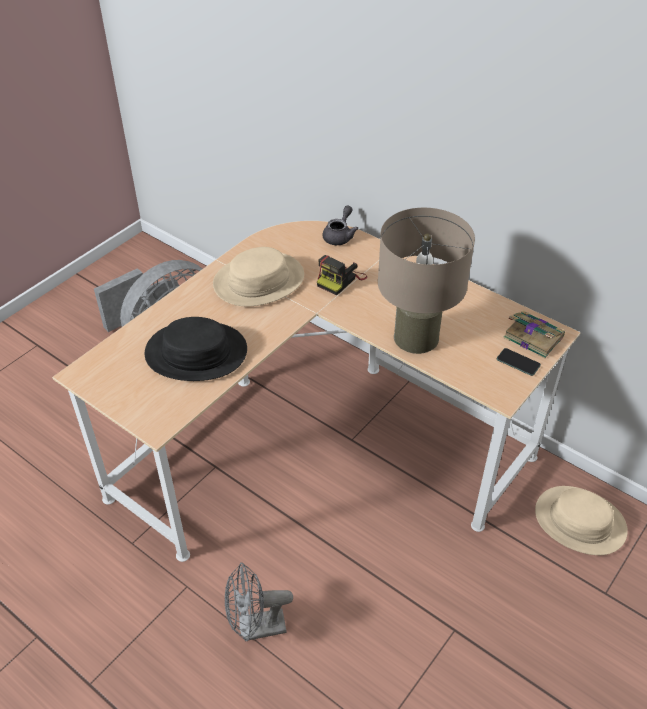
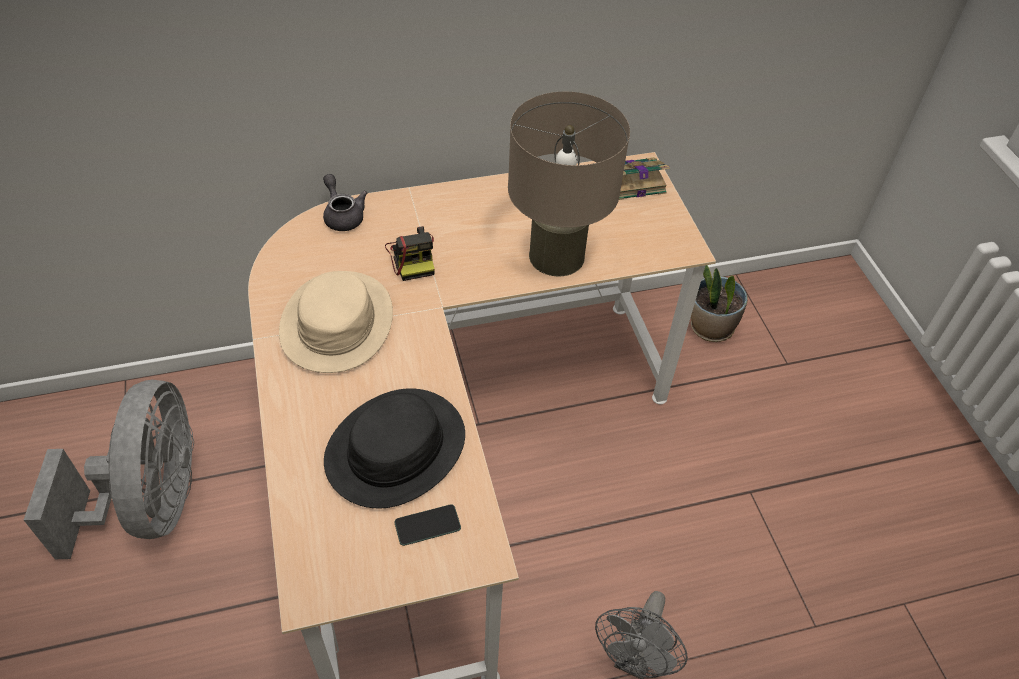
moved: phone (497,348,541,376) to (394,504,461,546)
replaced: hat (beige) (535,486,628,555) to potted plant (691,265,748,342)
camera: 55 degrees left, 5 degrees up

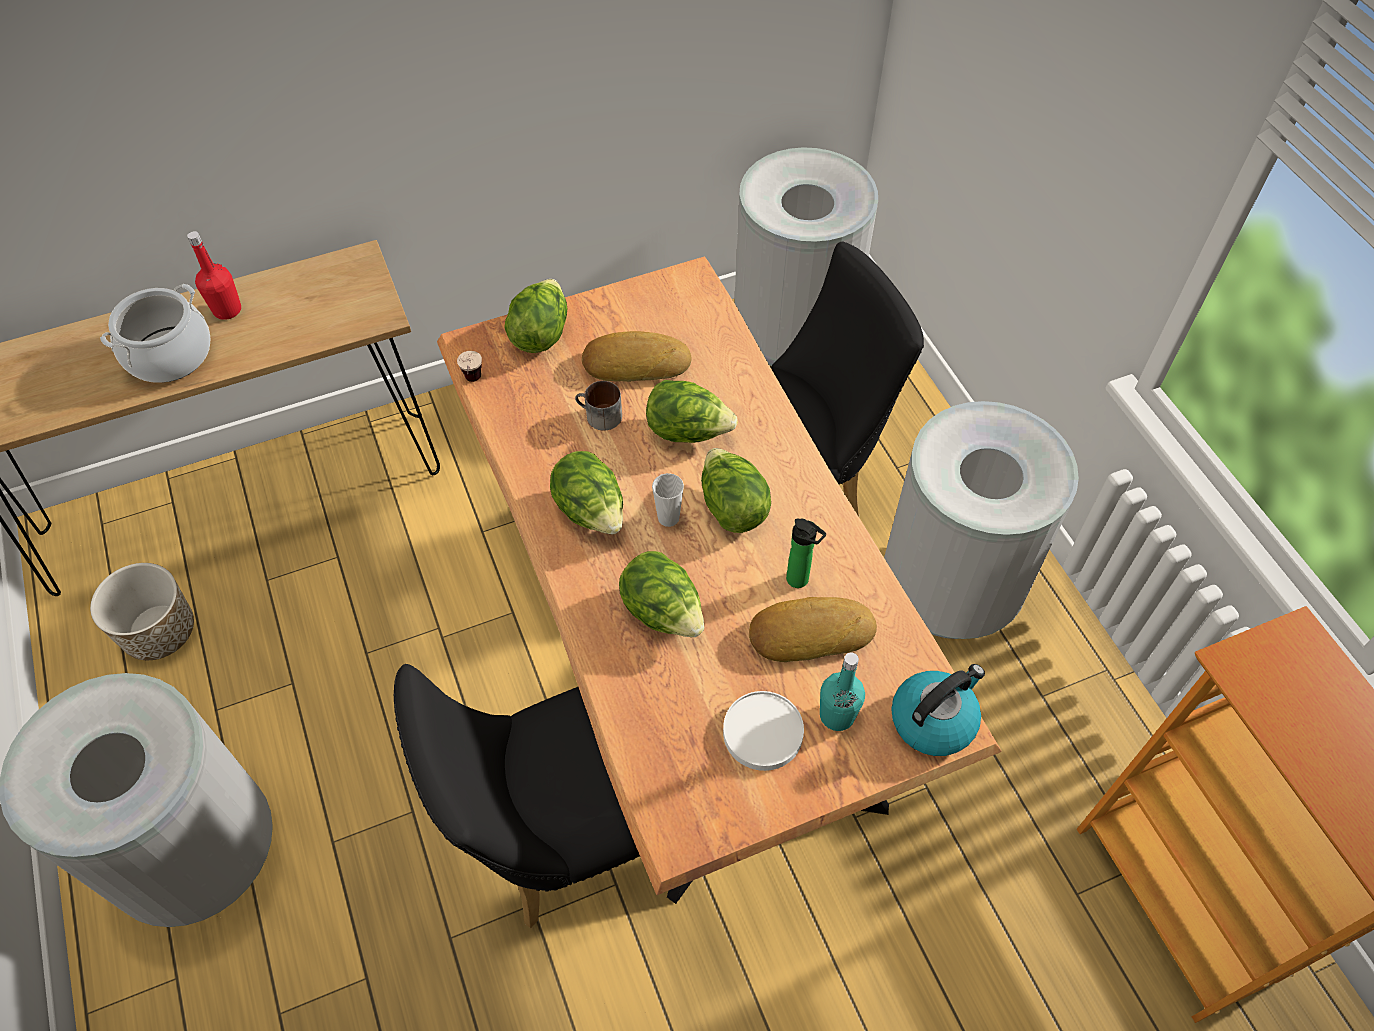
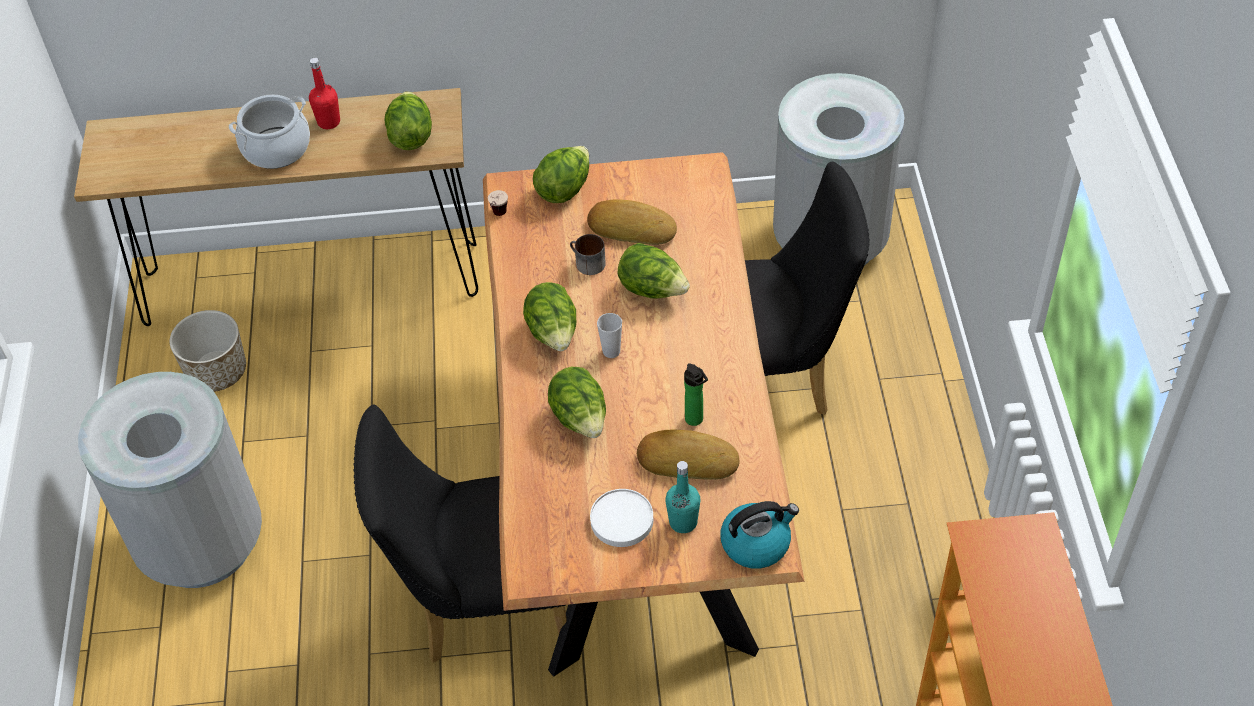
removed: trash can (grey) (884,401,1079,639)
moved: lettuce (701,448,771,533) to (384,91,432,150)
camera: 20 degrees right, 5 degrees down

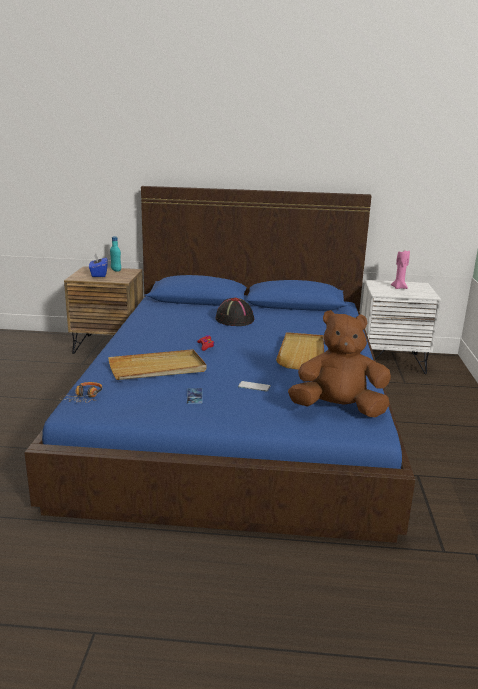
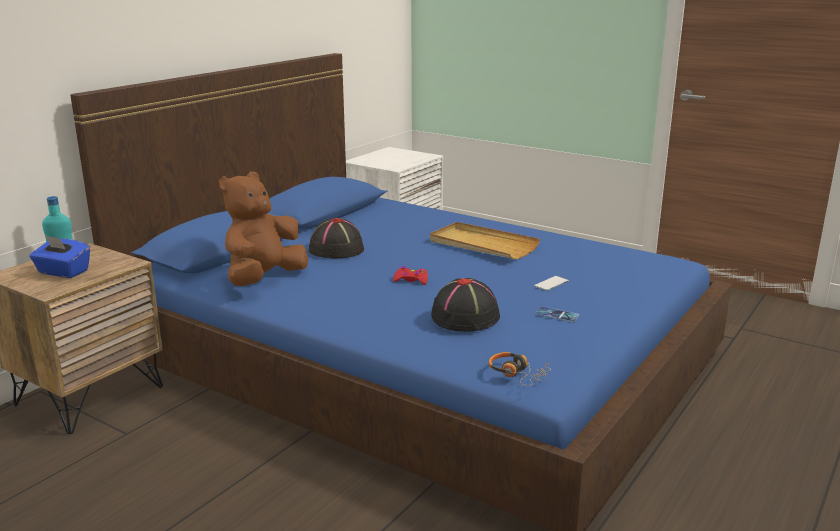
removed: candle (pink) (391,250,410,289)
moved: plush toy (brown) (288,310,391,418) to (219,172,308,286)
replaced: tray (beige) (108,349,207,380) to hat (black) (431,278,500,332)
camera: 60 degrees left, 0 degrees up

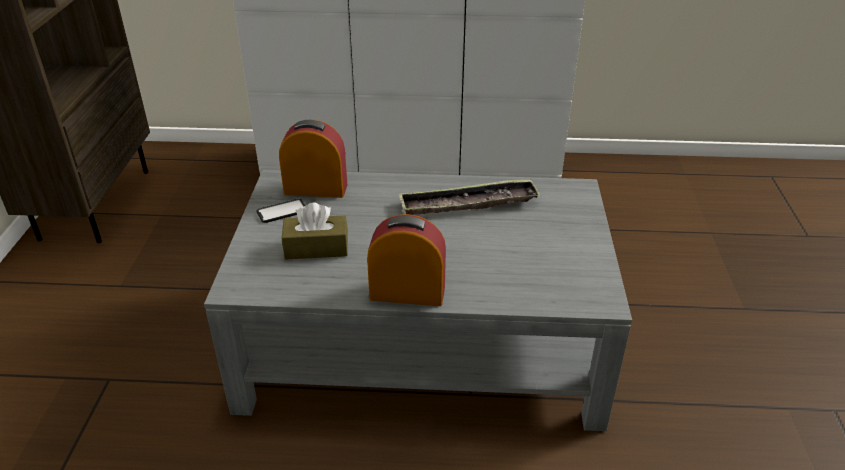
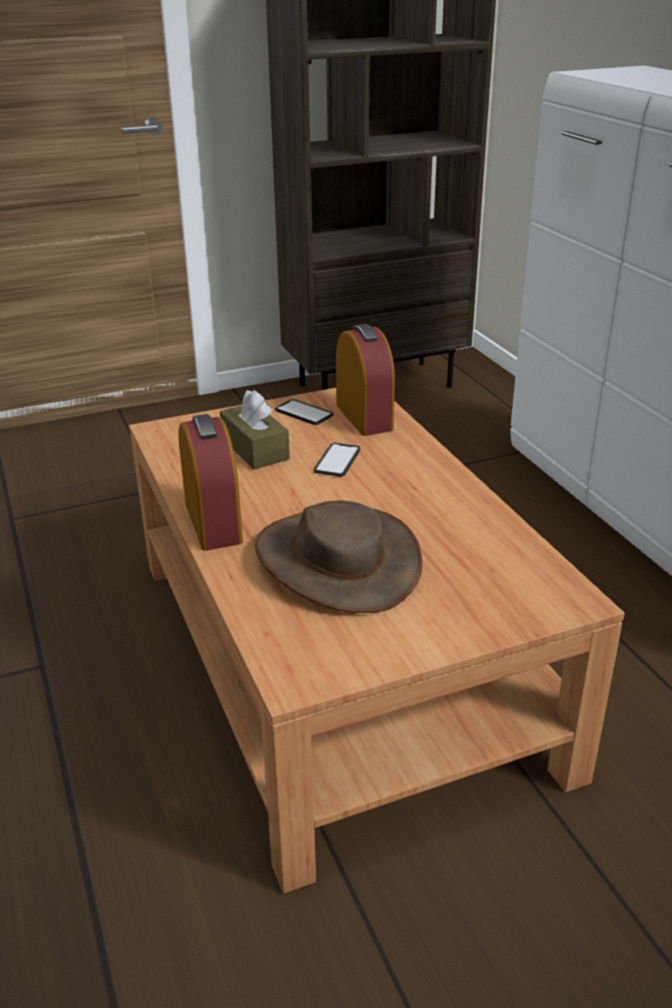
removed: tray (398,179,541,215)
added: phone (314,443,360,477); hat (brown) (255,500,422,613)
recoloured: coffee table (grey) (204,170,632,431) to coffee table (brown) (129,388,625,894)
camera: 65 degrees right, 5 degrees down

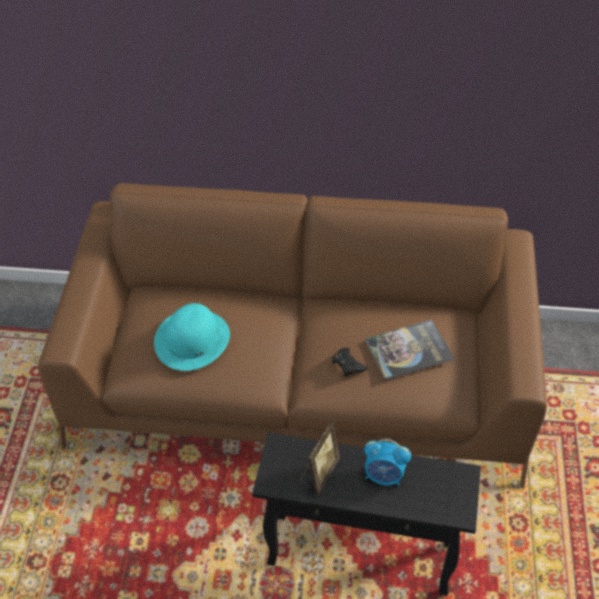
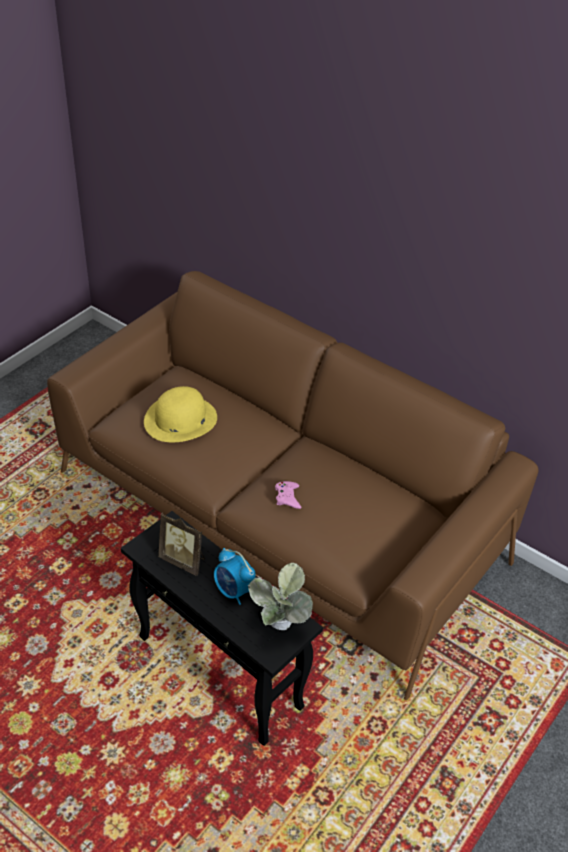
removed: book (365,319,454,380)
added: potted plant (248,563,313,630)
recoloured: hat (turquoise) (154,303,230,371) to hat (yellow) (144,386,217,442); game controller (black) (332,348,368,377) to game controller (pink) (275,481,301,509)
turned: picture frame (300,421,340,495) = (159,513,205,576) 60 degrees clockwise
camera: 30 degrees right, 5 degrees down

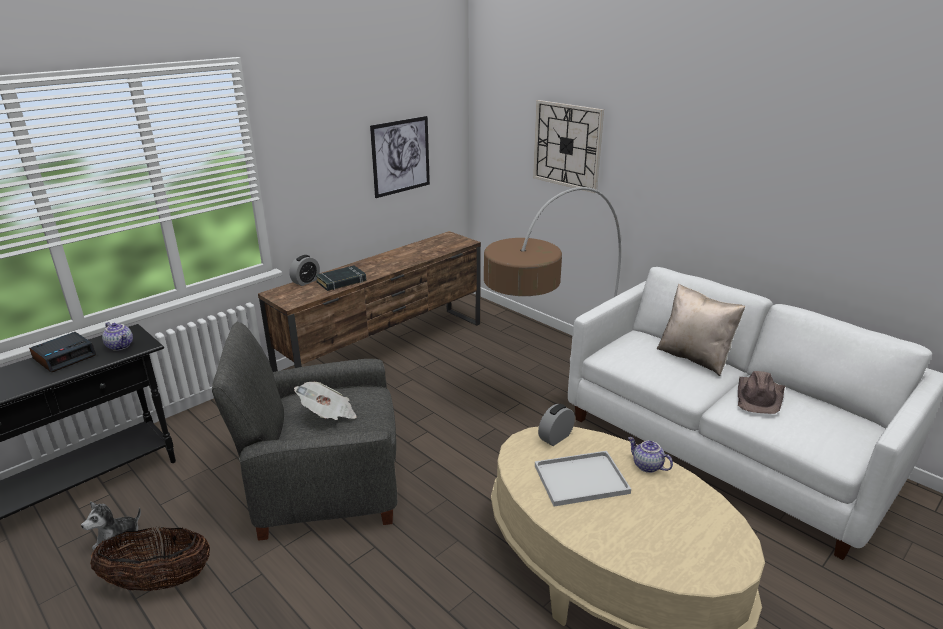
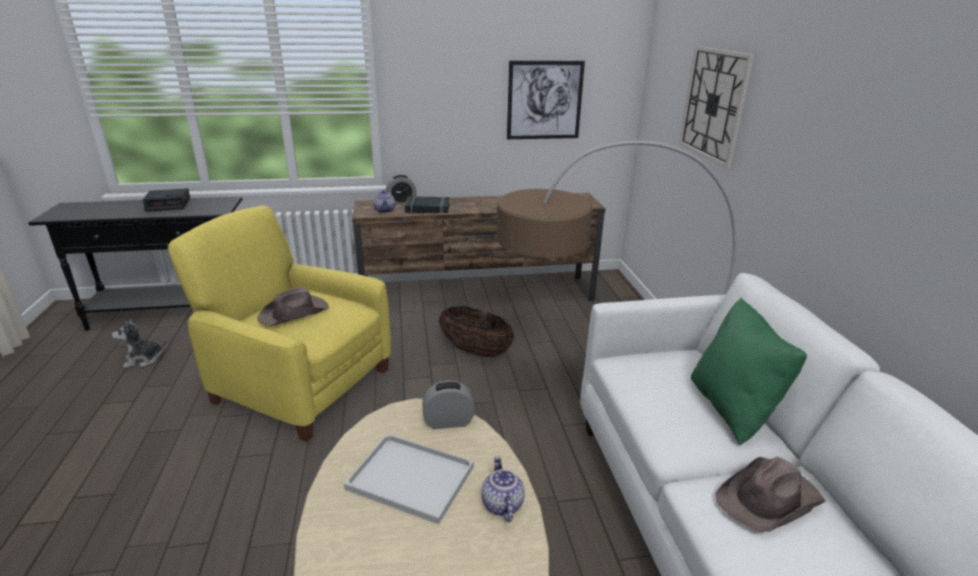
moved: teapot (102,322,133,351) to (373,190,395,213); basket (90,527,210,591) to (439,307,514,357)
replaced: newspaper (294,382,357,420) to hat (brown) (257,287,329,326)
recoloured: pillow (beige) (657,284,745,376) to pillow (green) (691,298,807,446); armchair (grey) (212,322,397,541) to armchair (yellow) (168,206,391,442)
camera: 35 degrees right, 0 degrees up

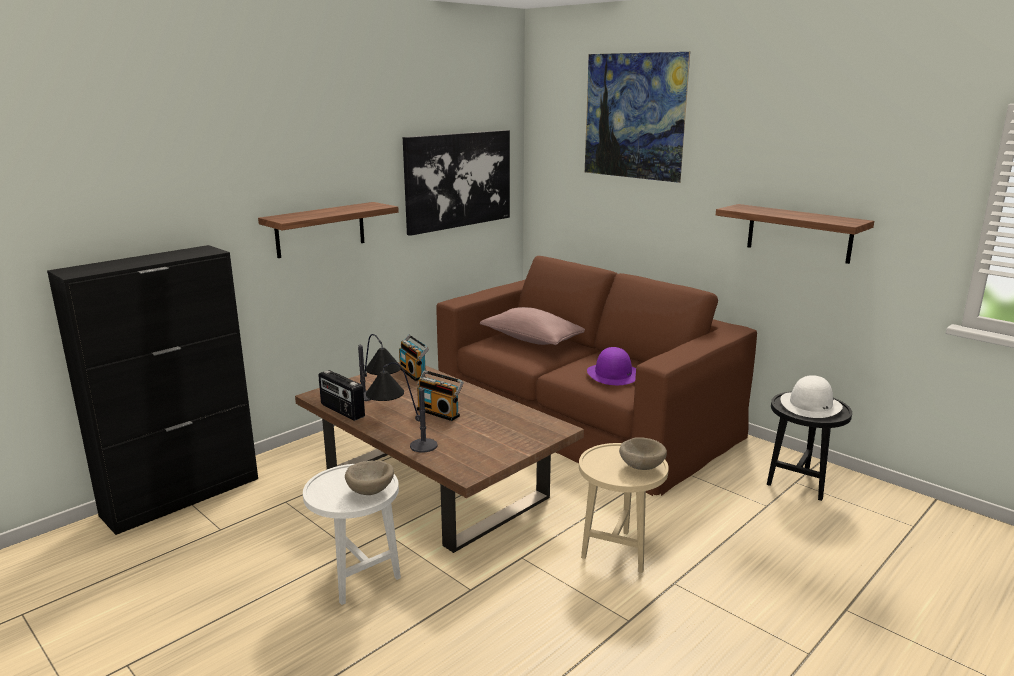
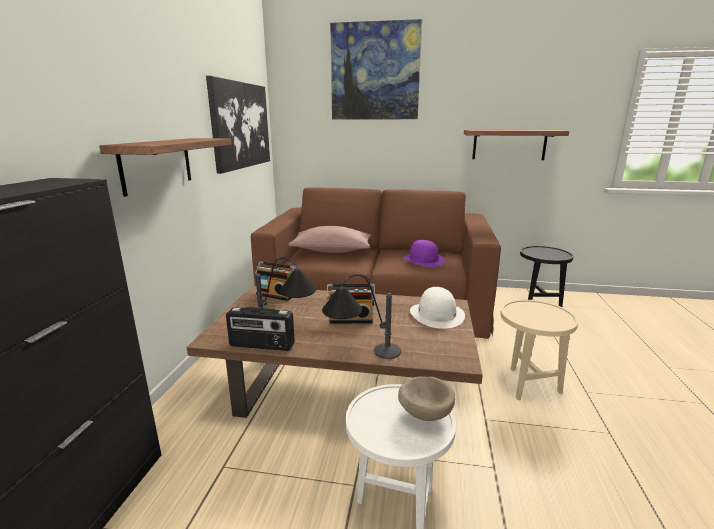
removed: bowl (beige) (619,437,667,470)
moved: hat (white) (781,375,843,418) to (410,287,465,329)
camera: 35 degrees left, 0 degrees up

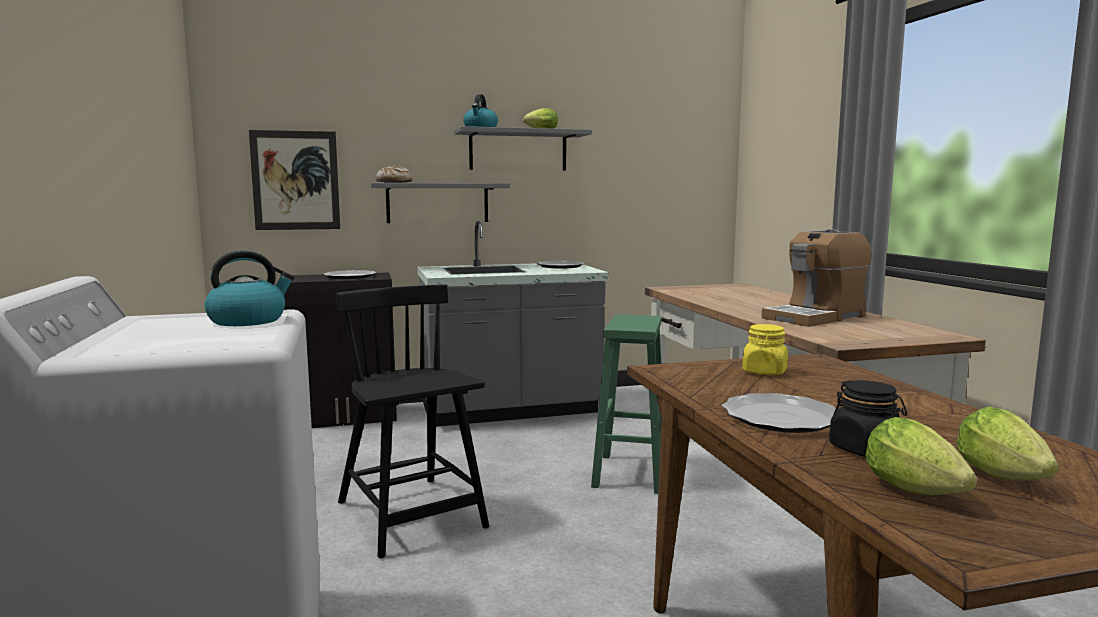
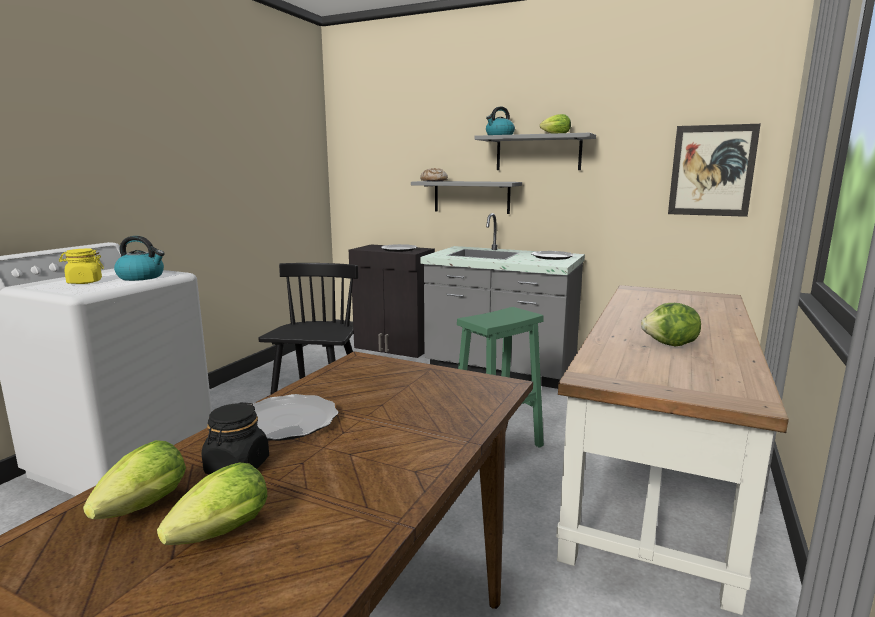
moved: picture (249,130,340,230) to (668,124,761,217); jar (yellow) (742,324,788,375) to (59,249,104,284)
replaced: coffee machine (761,229,871,327) to lettuce (641,303,701,347)
camera: 40 degrees right, 5 degrees up

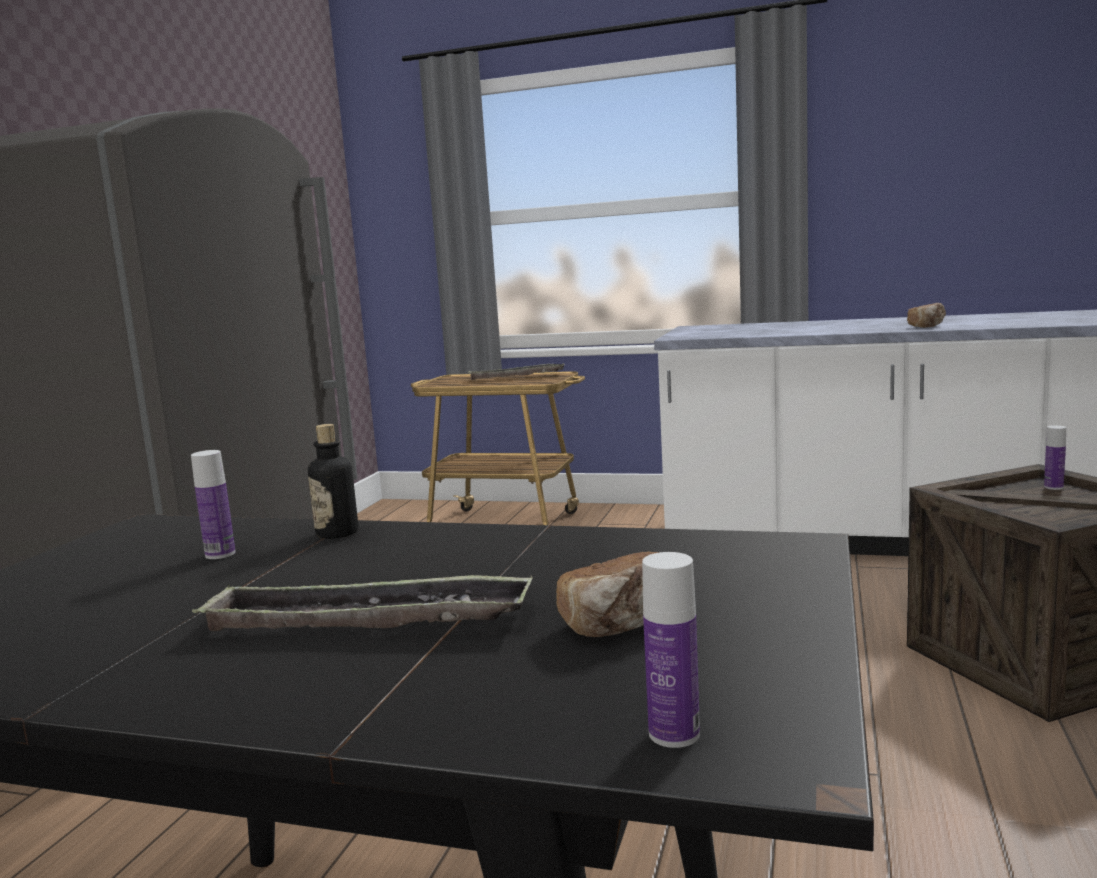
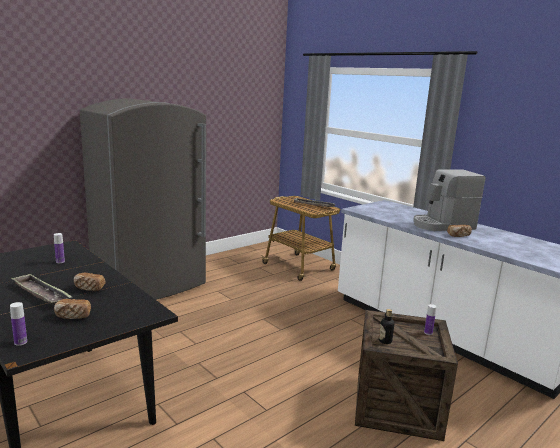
added: coffee machine (413,170,486,231); bread (74,272,105,291)
moved: bottle (308,424,358,539) to (379,309,394,344)
camera: 30 degrees right, 5 degrees up

